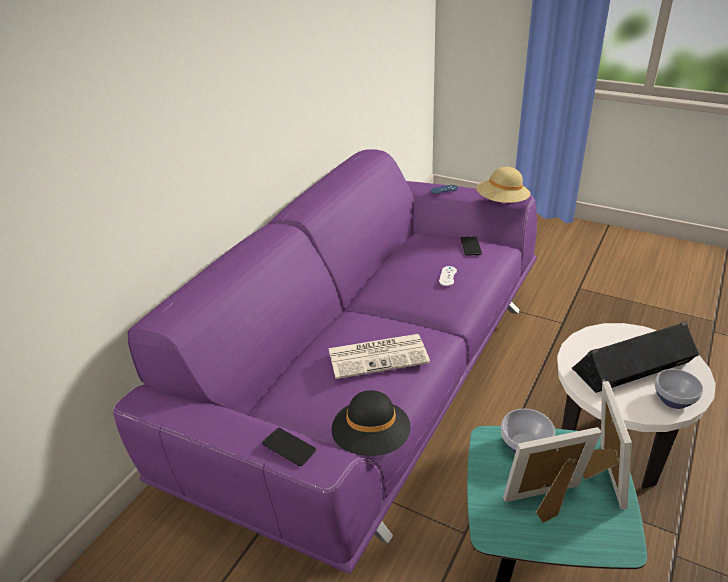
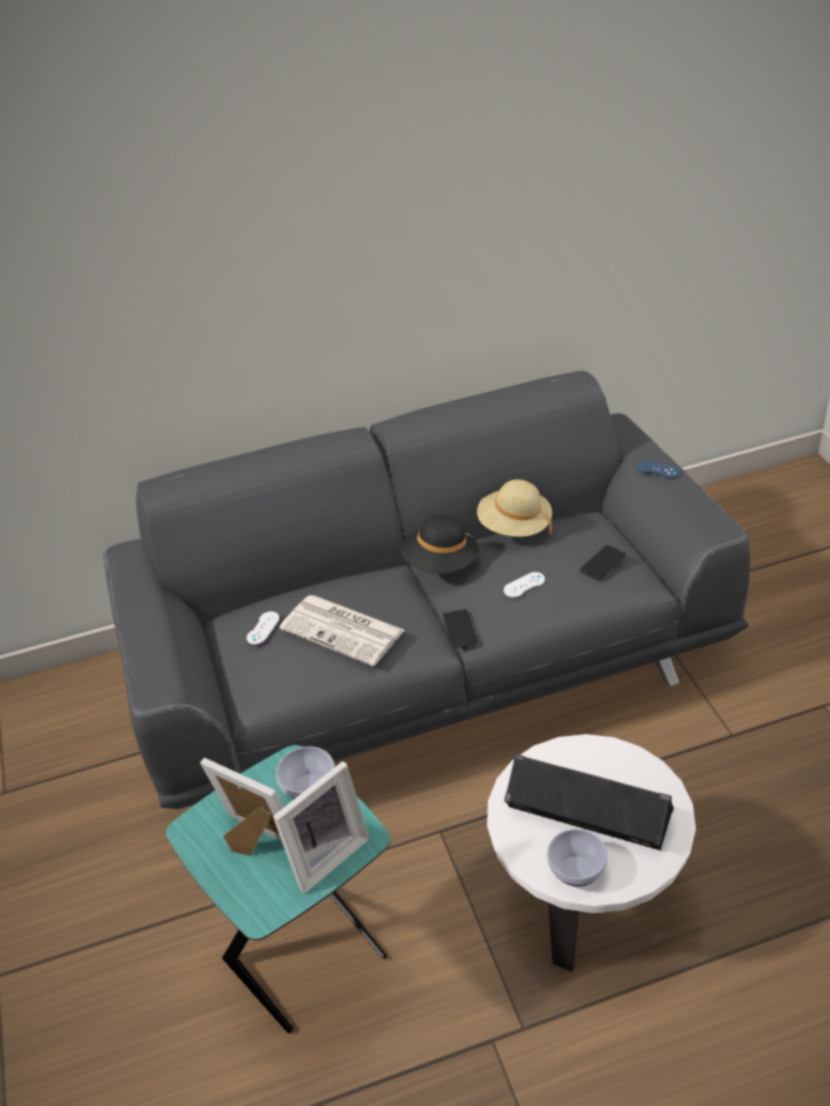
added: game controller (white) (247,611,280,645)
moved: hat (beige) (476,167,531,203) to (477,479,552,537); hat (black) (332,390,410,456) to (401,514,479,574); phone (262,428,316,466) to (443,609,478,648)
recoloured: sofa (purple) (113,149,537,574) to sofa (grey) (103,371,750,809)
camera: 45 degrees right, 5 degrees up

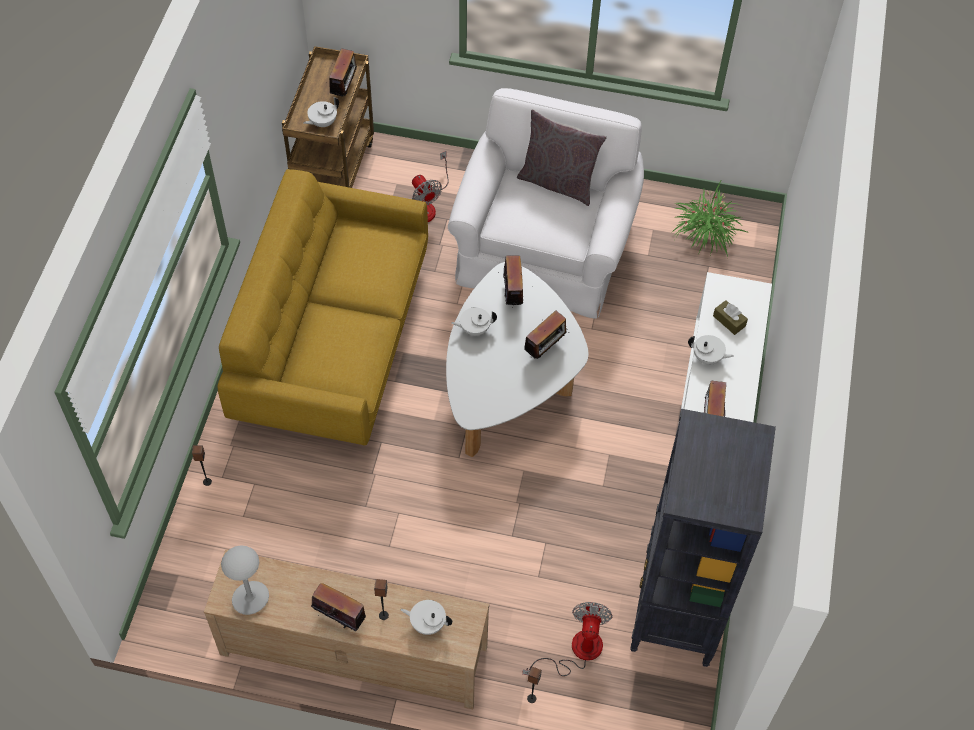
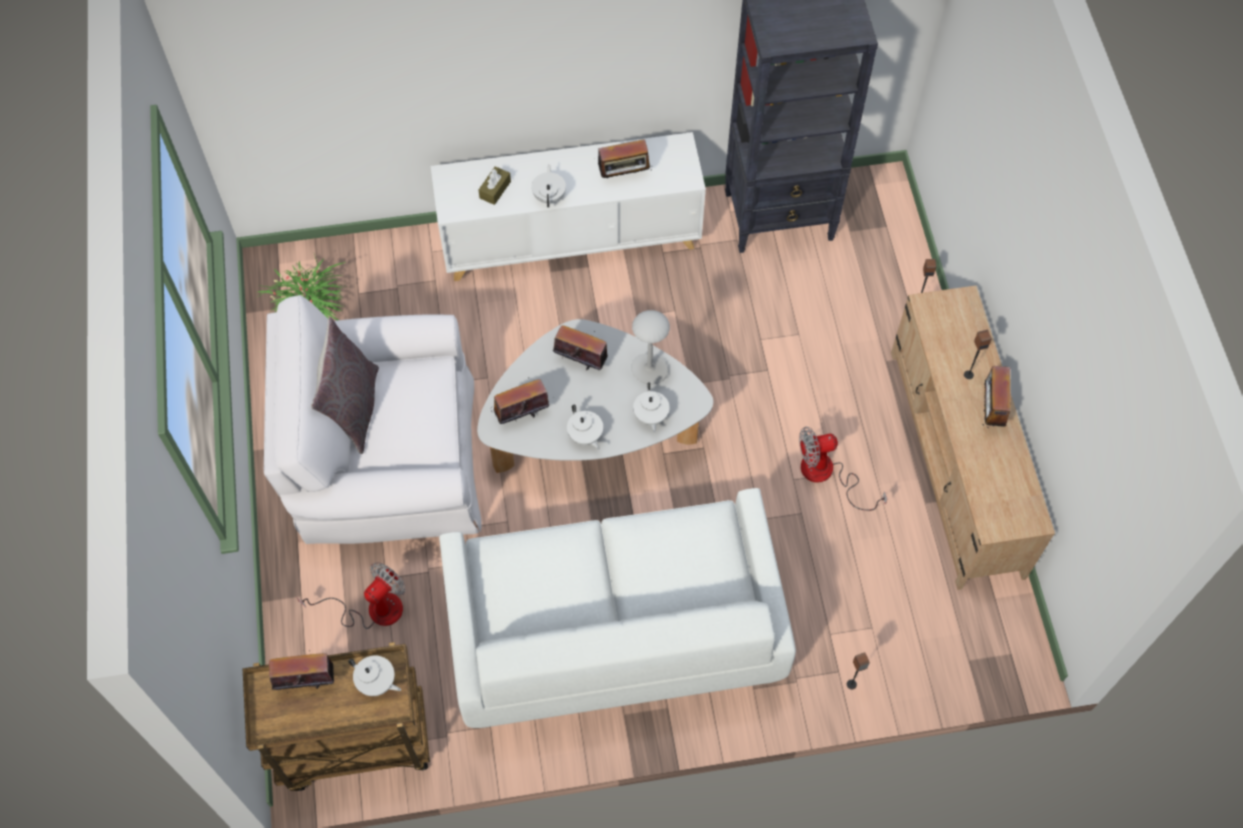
moved: table lamp (grey) (221,545,269,615) to (631,310,670,384); teapot (white) (401,600,452,635) to (633,382,670,432); fan (522,602,613,676) to (799,427,887,511)
recoloured: sofa (yellow) (217,169,428,446) to sofa (white) (439,488,796,728)
camera: 110 degrees left, 5 degrees up

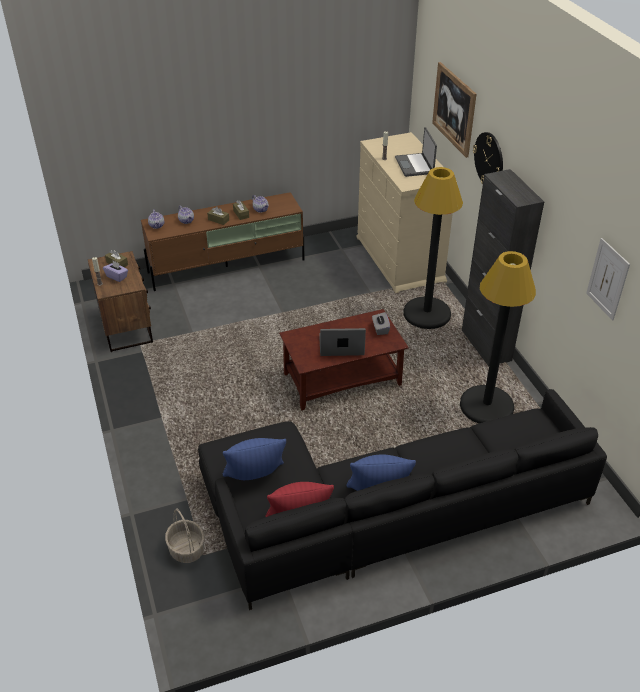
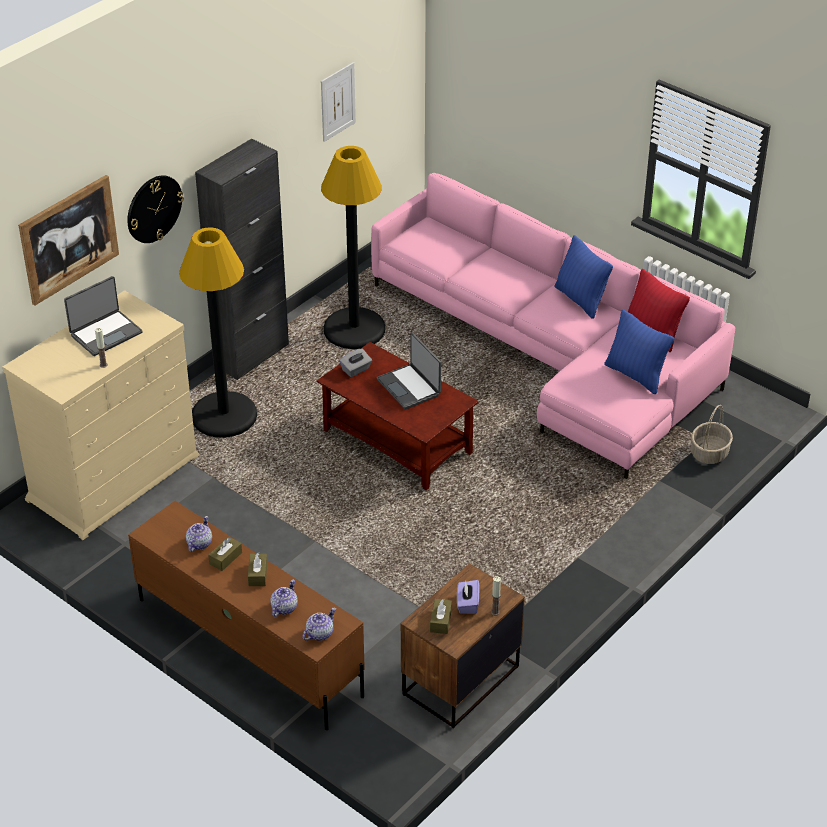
recoloured: sofa (black) (198,389,607,610) to sofa (pink) (371,173,735,479)
camera: 120 degrees left, 0 degrees up

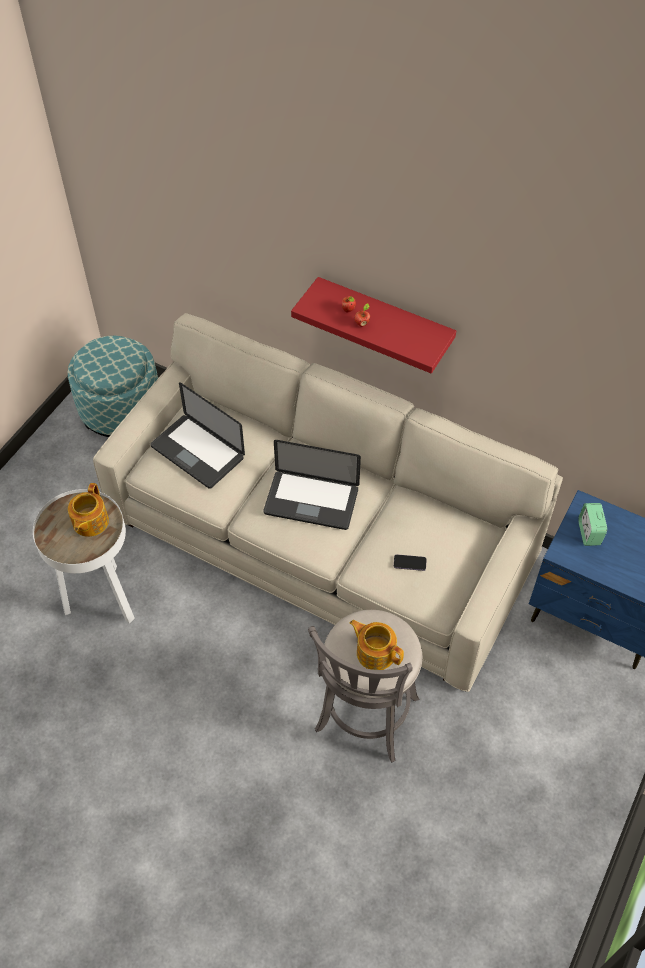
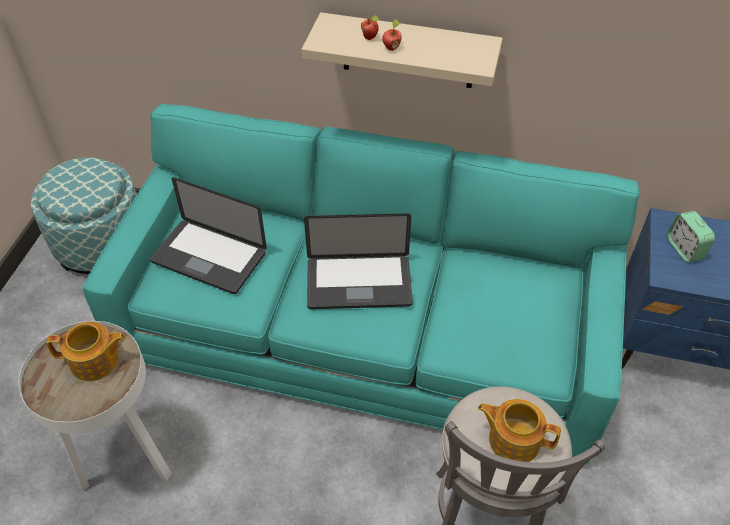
removed: phone (394,554,427,571)
recoloured: shelf (red) (291,277,456,374) to shelf (beige) (301,12,502,88); sofa (beige) (93,313,563,692) to sofa (turquoise) (83,104,639,464)
turned: teapot (68,483,109,537) = (46,322,125,381) 90 degrees counterclockwise
camera: 15 degrees left, 5 degrees down

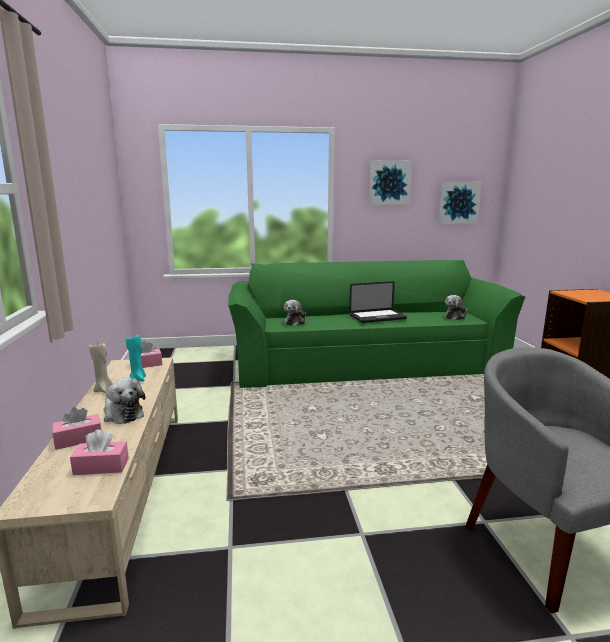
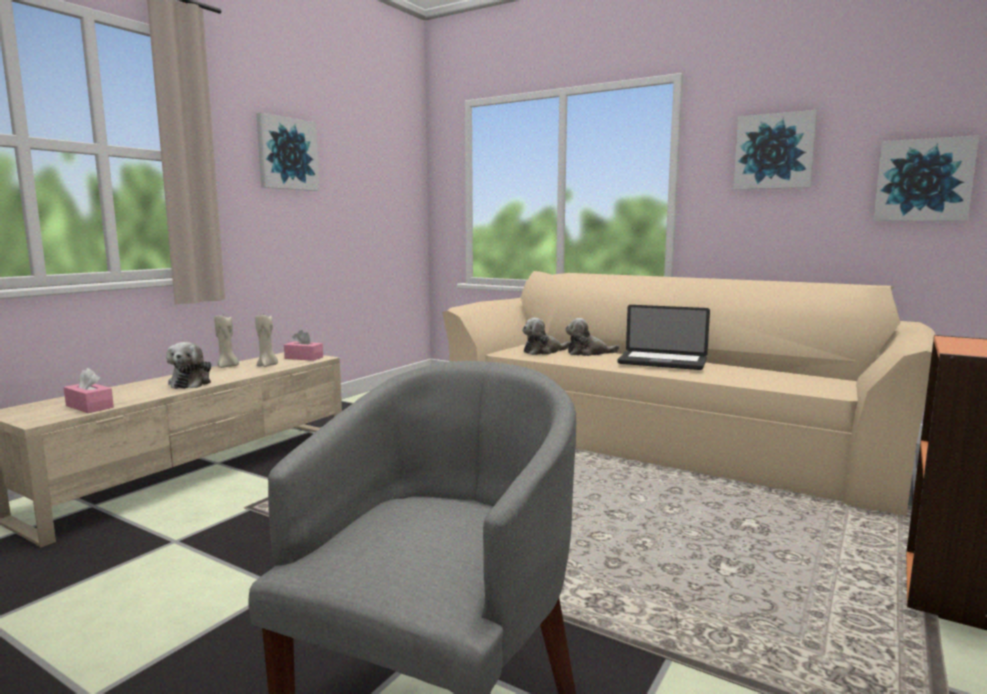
removed: tissue box (pink) (52,407,101,450)
added: picture (256,112,319,191)
moved: plush toy (445,295,468,320) to (565,318,619,356)
recoloured: sofa (green) (228,260,526,388) to sofa (beige) (442,271,936,516); candle (turquoise) (126,335,146,381) to candle (beige) (255,314,278,367)
camera: 40 degrees right, 5 degrees down

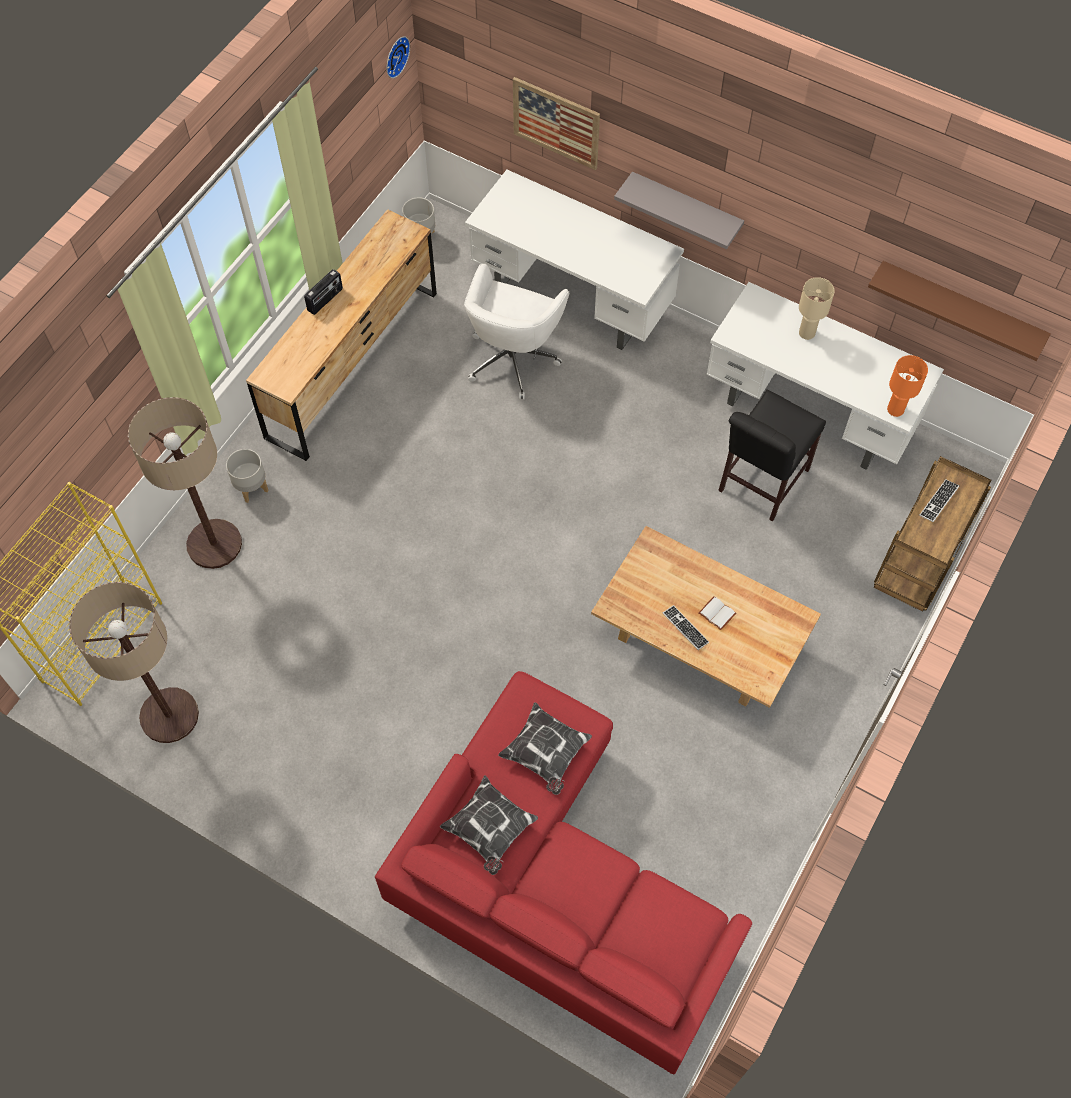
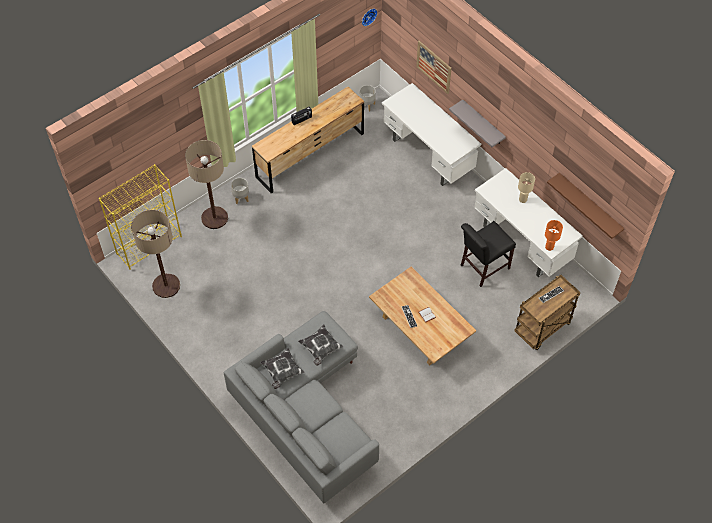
removed: office chair (white) (464,264,569,400)
recoloured: sofa (red) (375,671,752,1074) to sofa (grey) (223,311,379,503)
camera: 20 degrees right, 5 degrees down

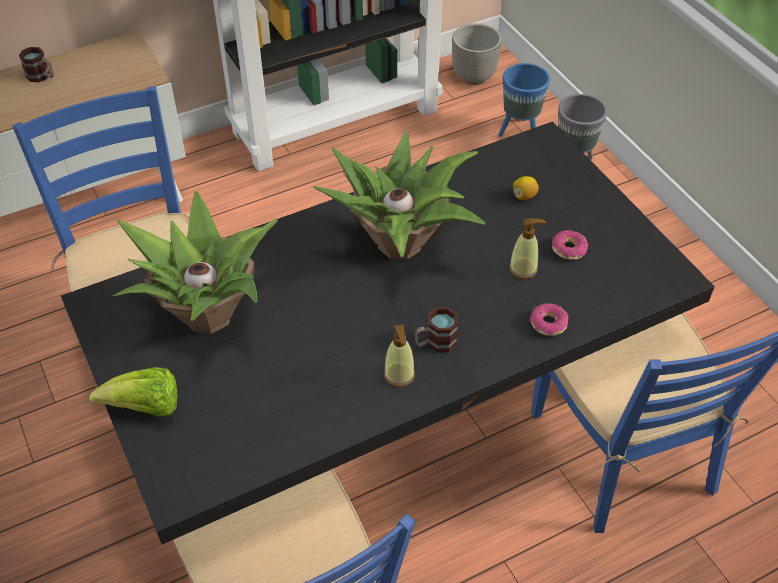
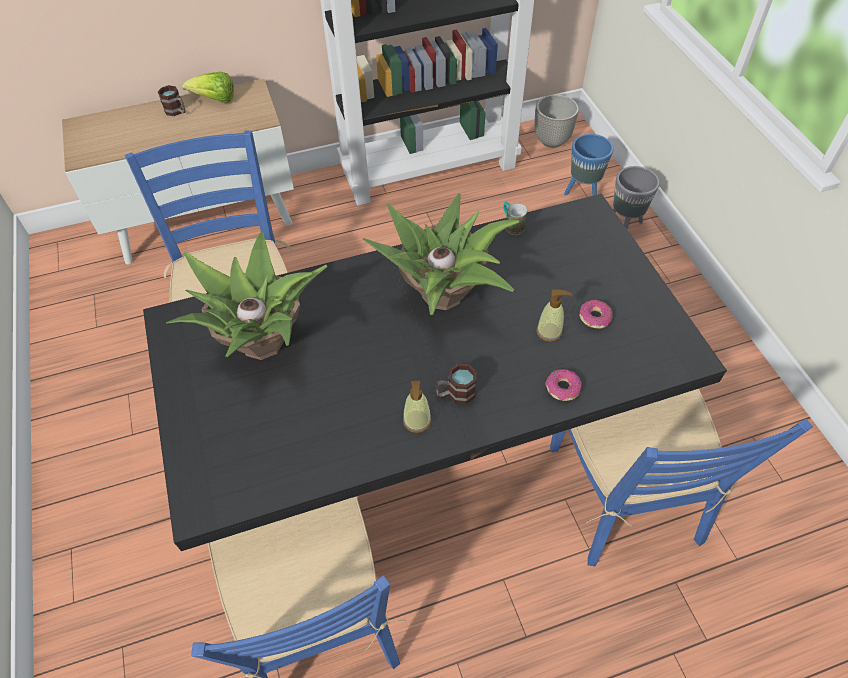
removed: lemon (513,176,539,200)
added: mug (503,202,527,235)
moved: lettuce (89,367,177,417) to (182,72,234,102)
camera: 10 degrees right, 5 degrees up

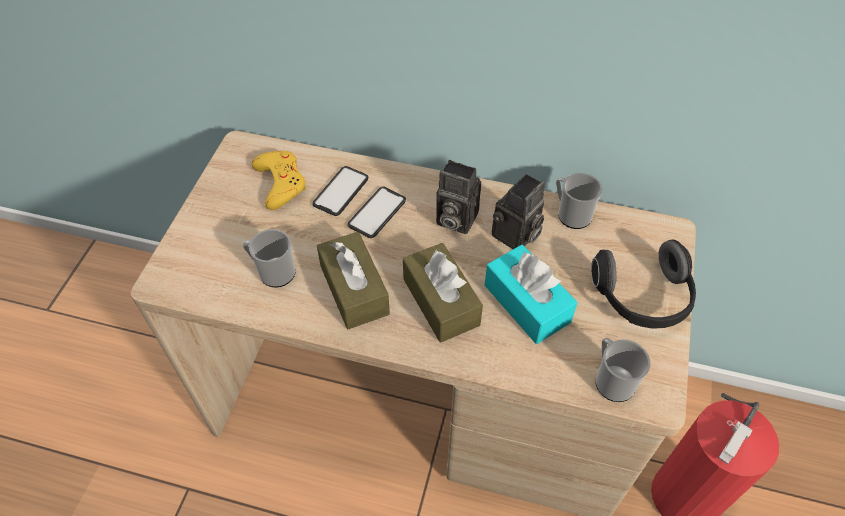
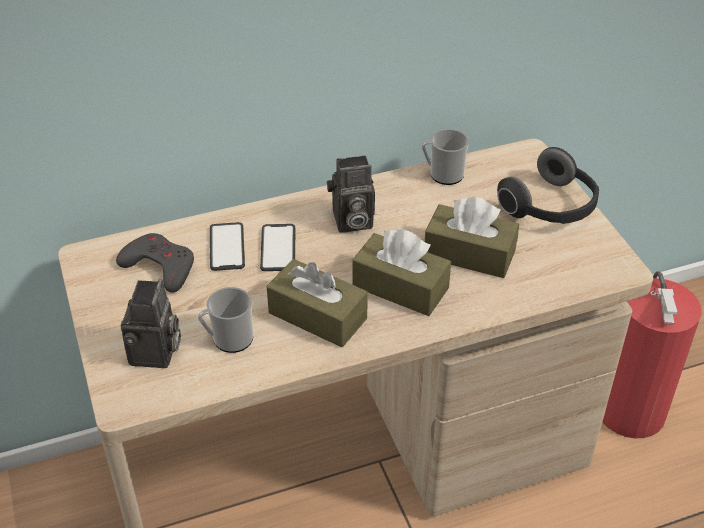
removed: mug (596,338,650,402)
moved: photo camera (492,174,545,249) to (121,279,181,368)
recoloured: game controller (yellow) (252,151,306,210) to game controller (grey) (116,233,194,293); tissue box (turquoise) (485,245,577,344) to tissue box (brown) (425,197,519,278)
camera: 35 degrees left, 10 degrees down

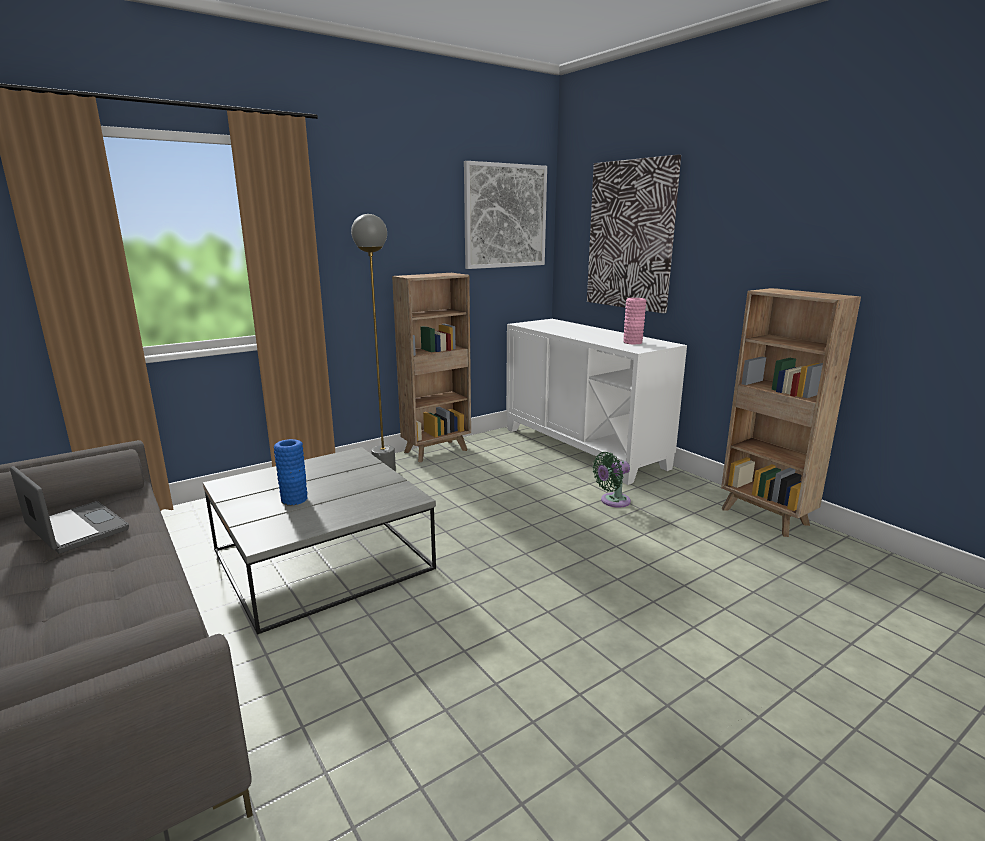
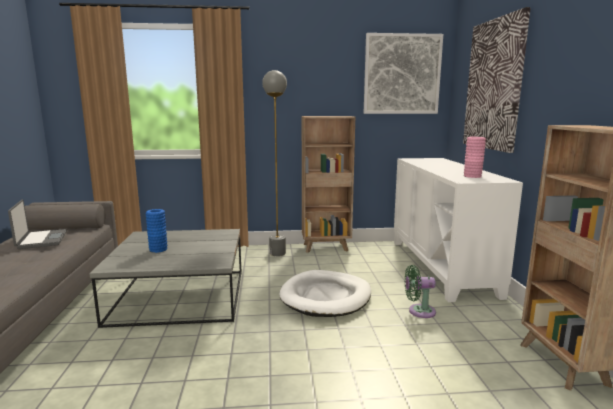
added: dog bed (white) (279,270,371,317)
camera: 30 degrees right, 5 degrees down

